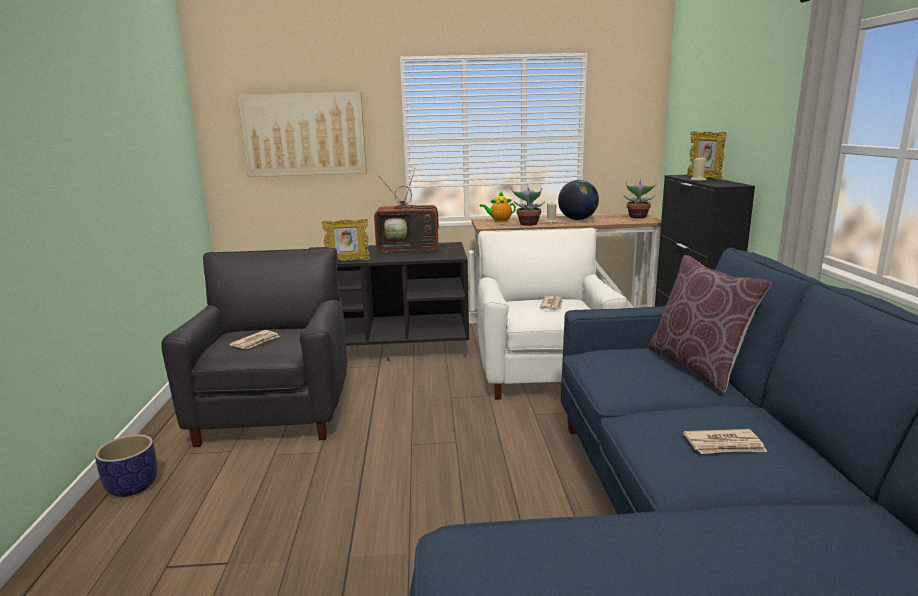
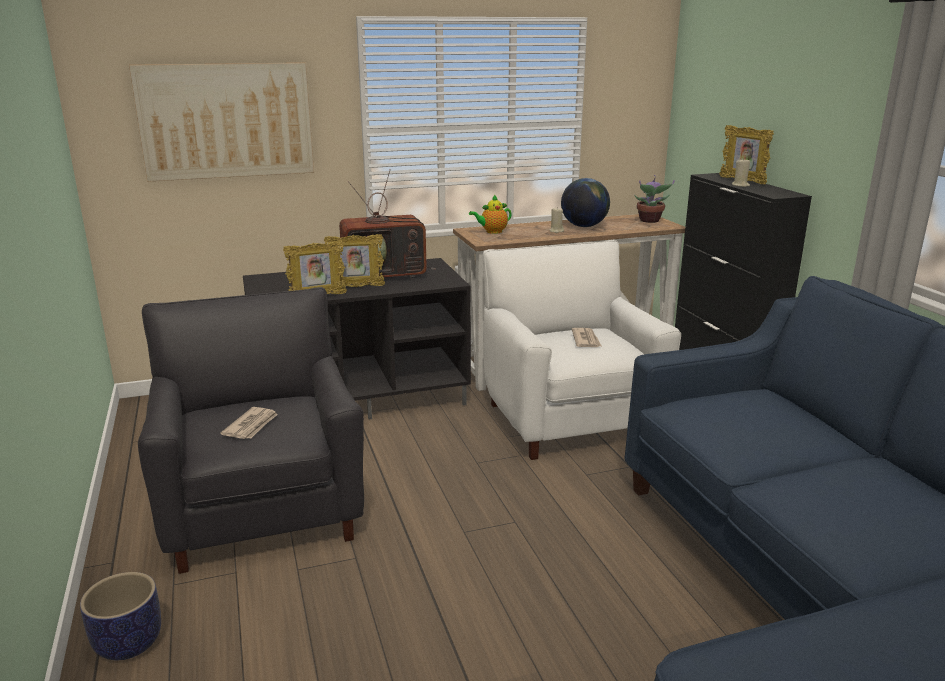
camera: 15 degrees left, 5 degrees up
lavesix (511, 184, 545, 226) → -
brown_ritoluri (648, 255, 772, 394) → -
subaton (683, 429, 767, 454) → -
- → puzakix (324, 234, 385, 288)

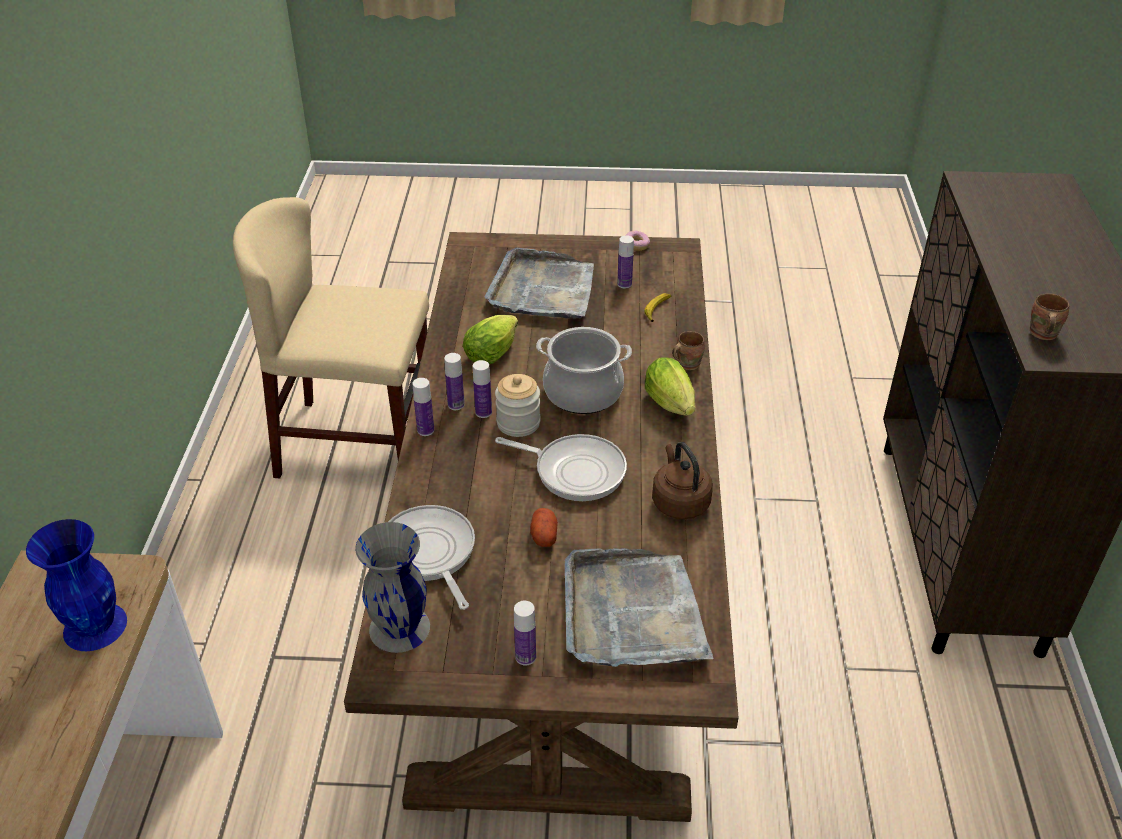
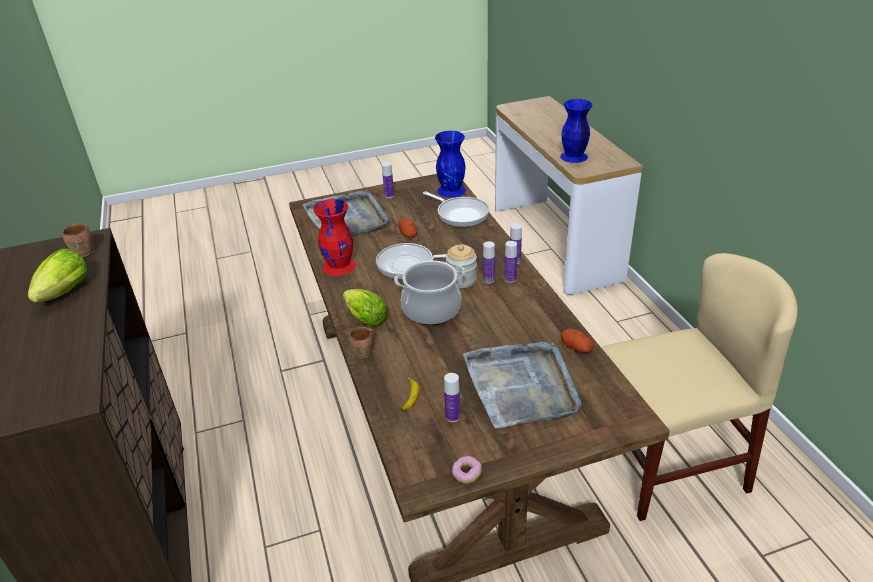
camera: 160 degrees right, 5 degrees down
- → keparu (561, 328, 594, 353)
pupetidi (463, 315, 518, 364) → pupetidi (28, 249, 87, 302), moved
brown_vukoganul (652, 442, 713, 519) → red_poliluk (313, 199, 356, 276)
grey_poliluk (355, 522, 430, 653) → blue_poliluk (435, 131, 466, 198)

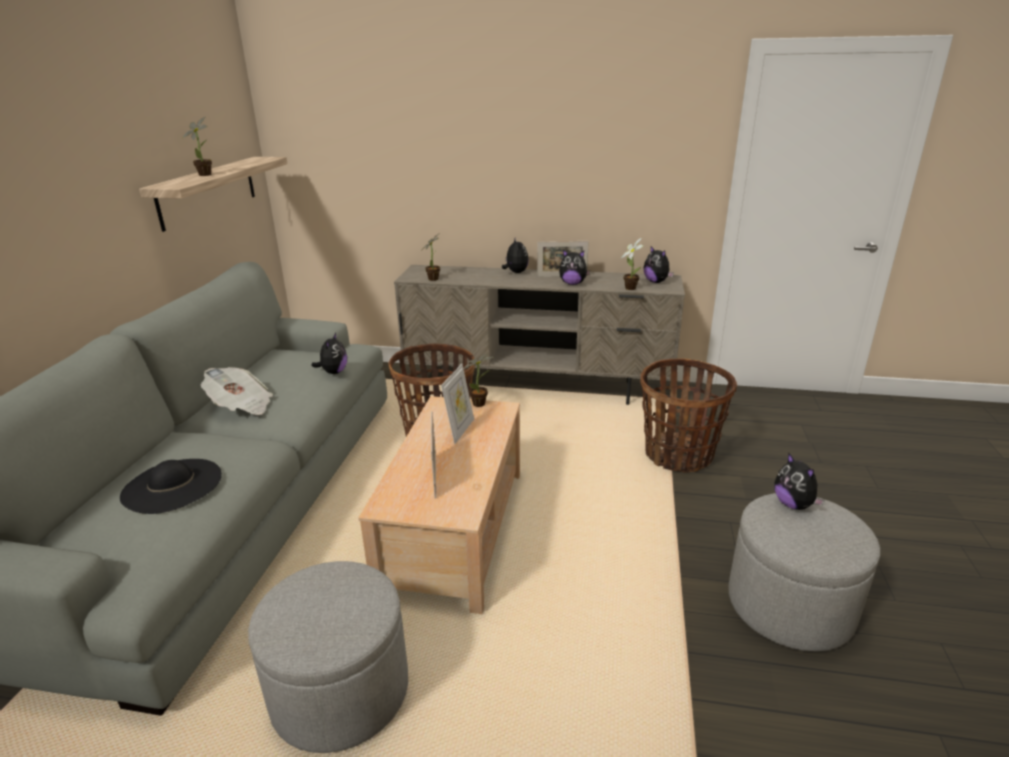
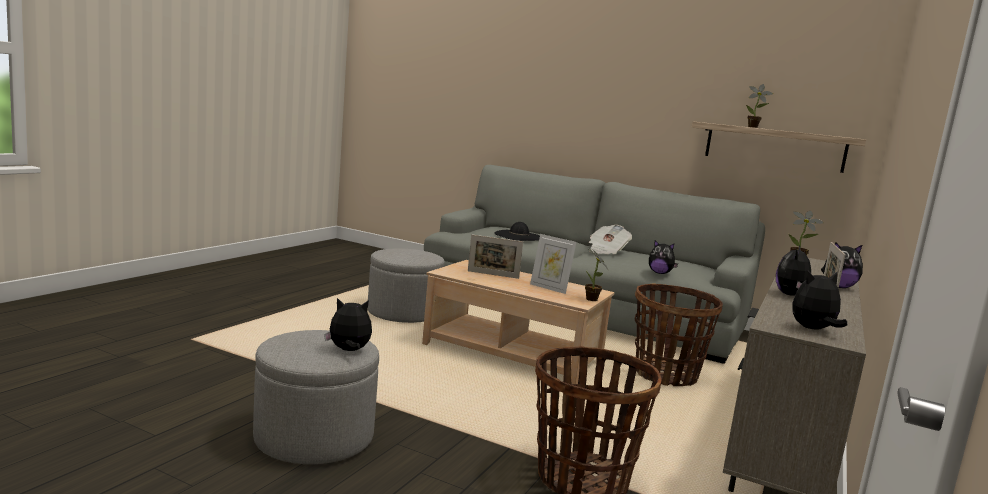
camera: 105 degrees right, 15 degrees down
lavesix (621, 238, 644, 290) → -

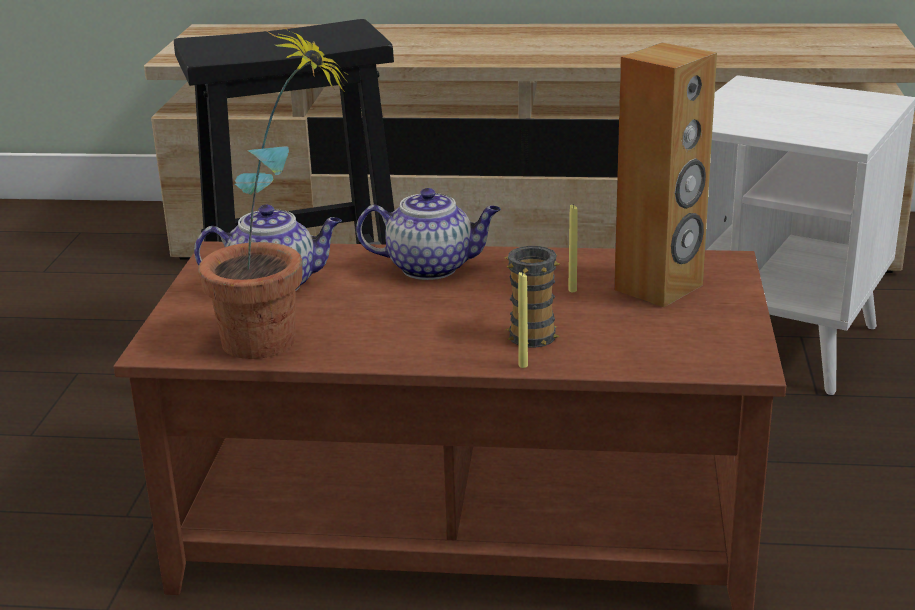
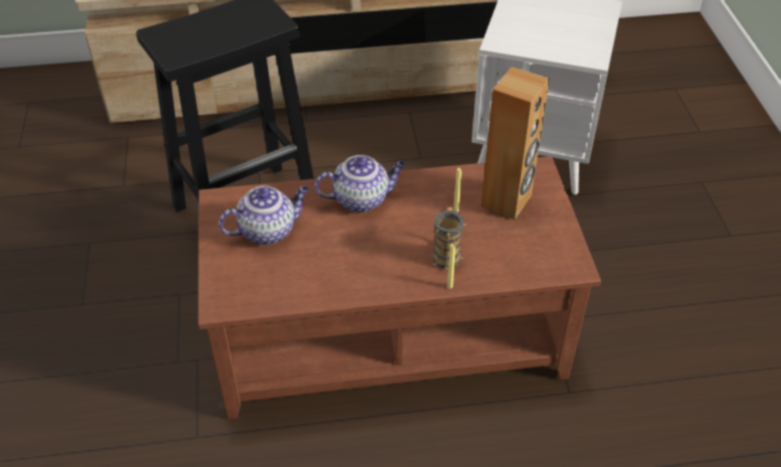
camera: 15 degrees left, 20 degrees up
lavesix (198, 27, 347, 359) → -

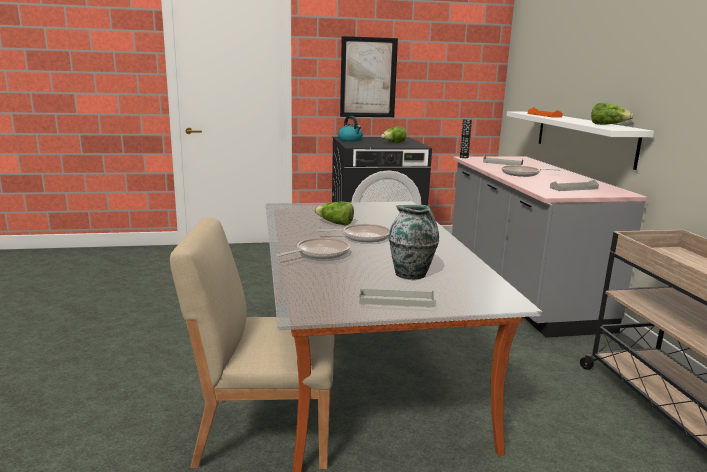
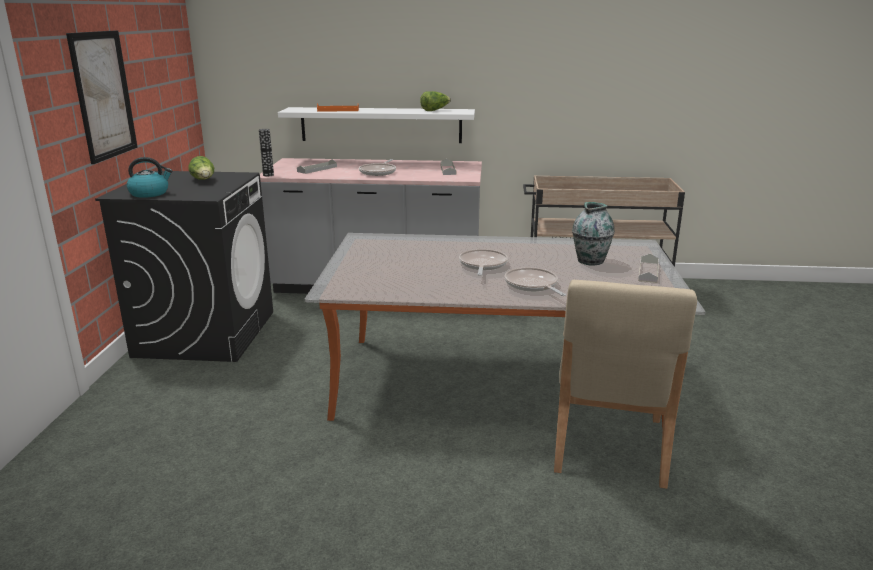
camera: 75 degrees left, 5 degrees up
pupetidi (315, 201, 354, 226) → -

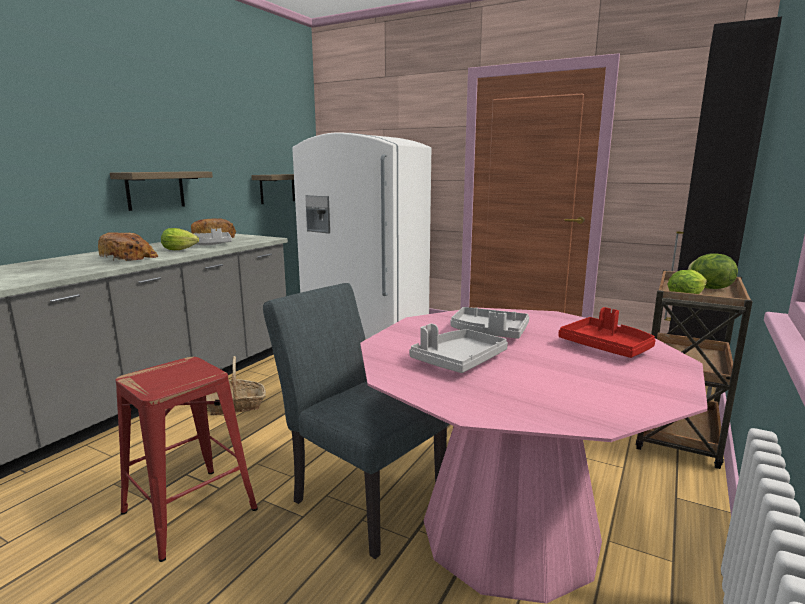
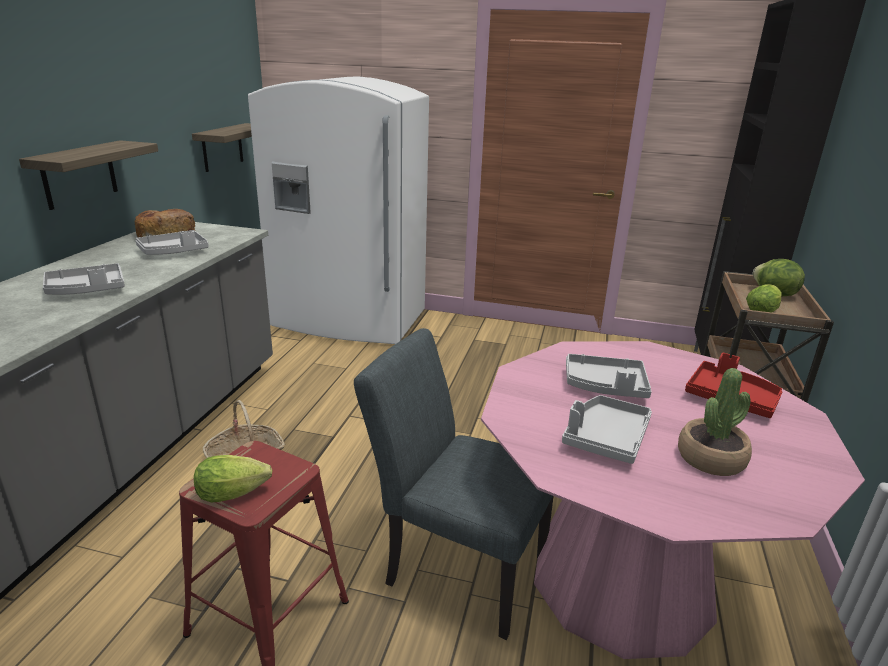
camera: 15 degrees left, 10 degrees up
- → lavesix (678, 368, 752, 476)
pupetidi (161, 228, 199, 250) → pupetidi (194, 455, 273, 503), moved
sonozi (98, 232, 159, 261) → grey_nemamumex (43, 263, 125, 295)

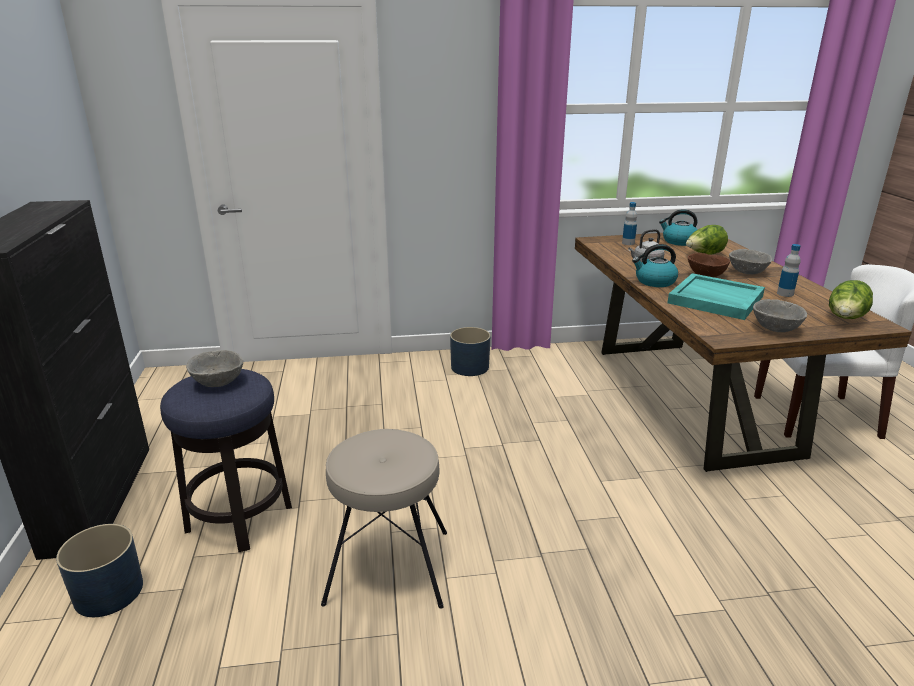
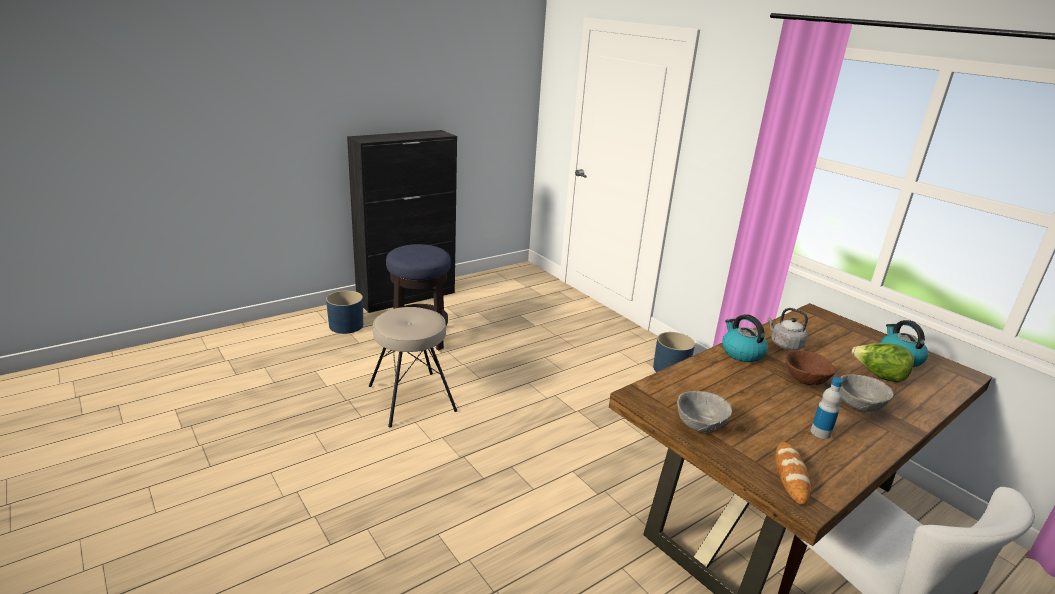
camera: 60 degrees right, 0 degrees up
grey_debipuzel (186, 350, 243, 387) → -
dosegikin (622, 202, 637, 245) → -
turquoise_nemamumex (667, 273, 765, 320) → -
pupetidi (829, 280, 873, 319) → sonozi (776, 442, 811, 505)

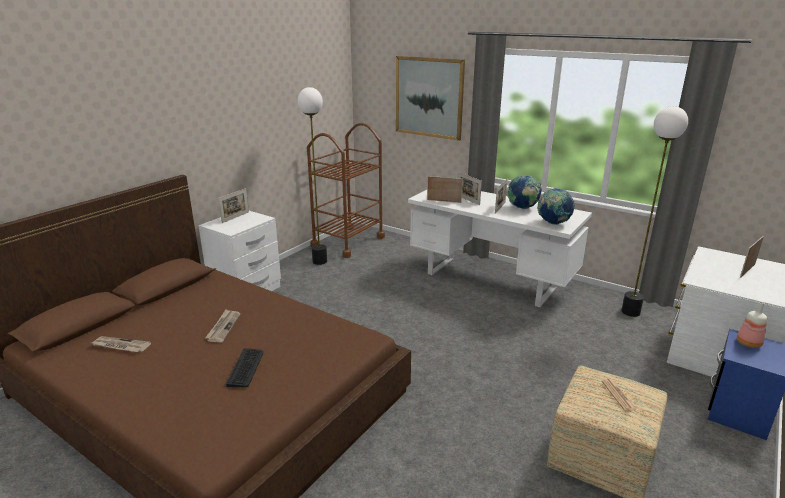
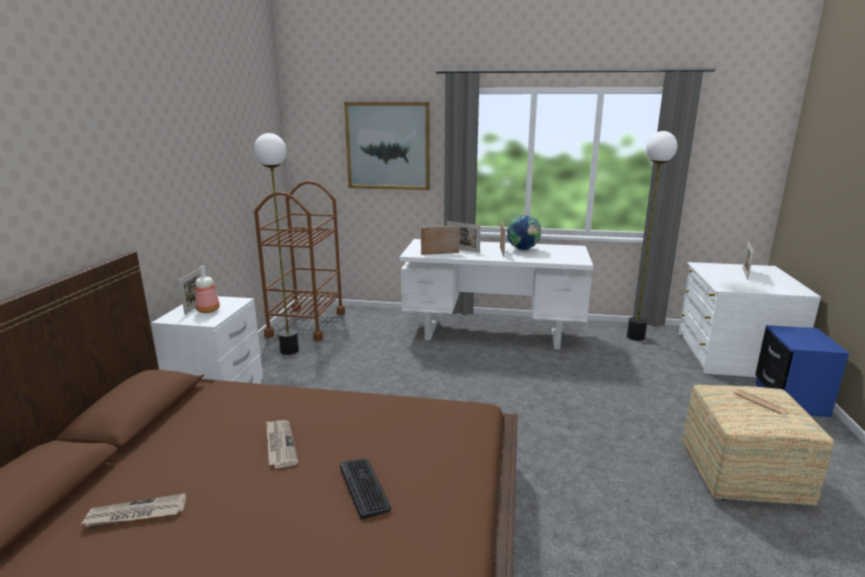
camera: 25 degrees left, 5 degrees down
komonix (537, 188, 574, 225) → -
dosegikin (737, 302, 767, 348) → dosegikin (195, 266, 220, 313), moved

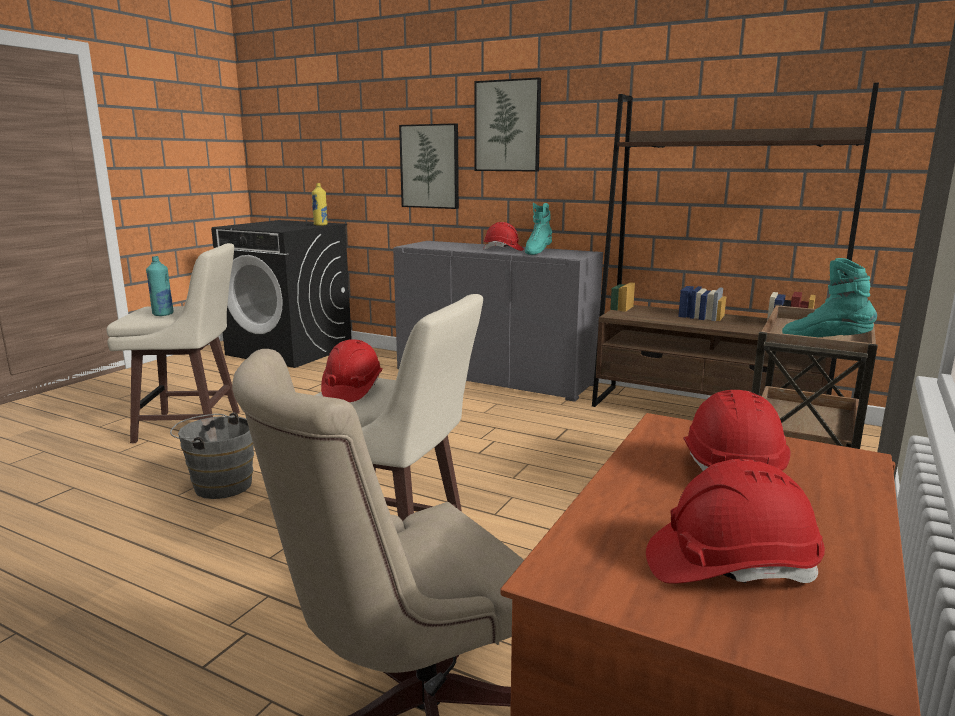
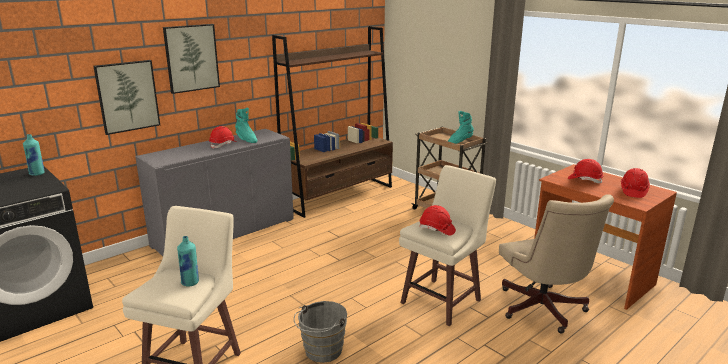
camera: 70 degrees left, 5 degrees up
yellow_dosegikin (312, 183, 328, 226) → turquoise_dosegikin (23, 134, 45, 176)

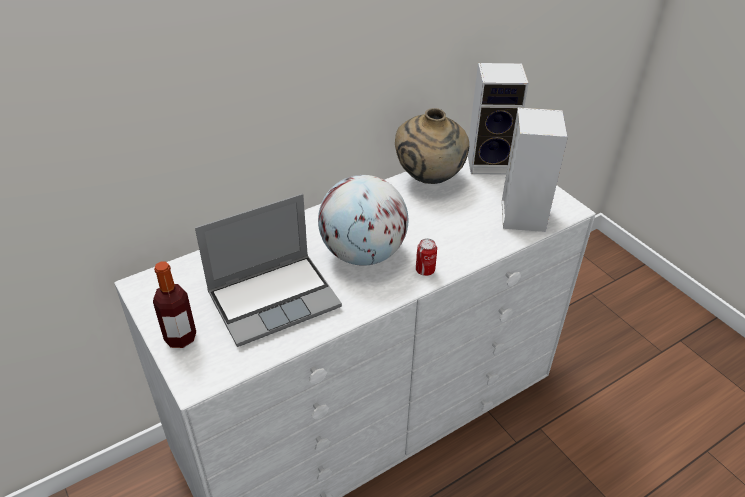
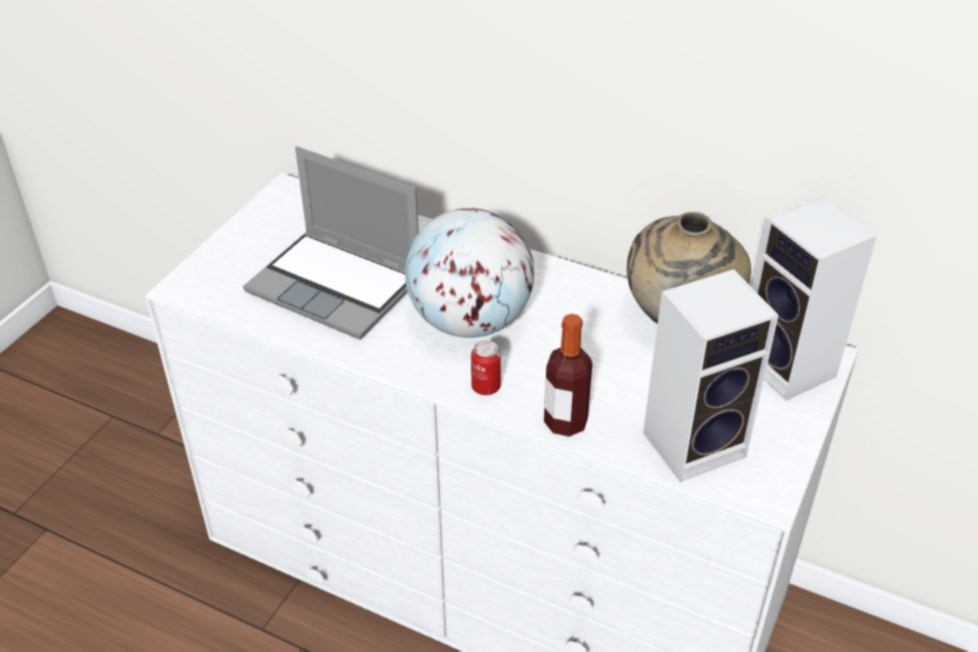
camera: 60 degrees right, 0 degrees up
dosegikin (153, 261, 196, 348) → dosegikin (544, 314, 593, 437), moved

